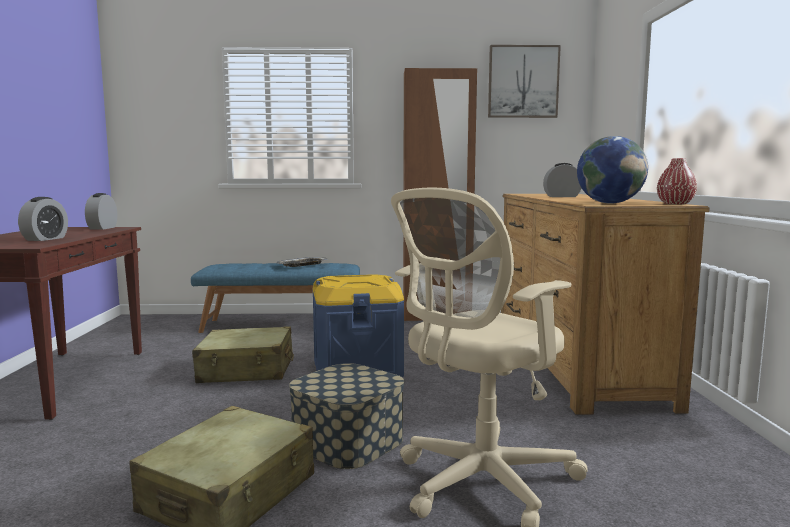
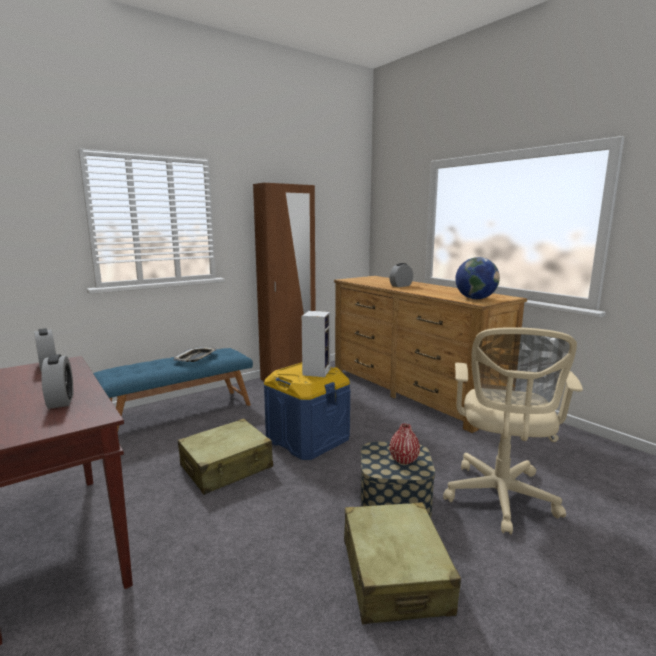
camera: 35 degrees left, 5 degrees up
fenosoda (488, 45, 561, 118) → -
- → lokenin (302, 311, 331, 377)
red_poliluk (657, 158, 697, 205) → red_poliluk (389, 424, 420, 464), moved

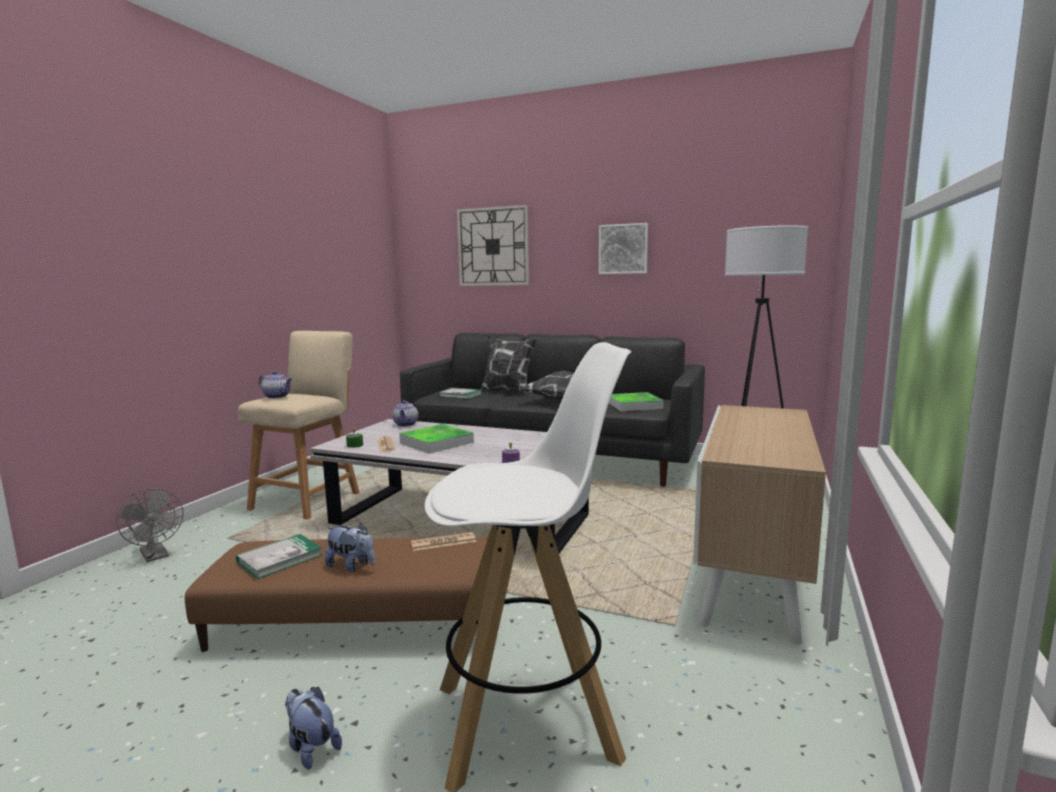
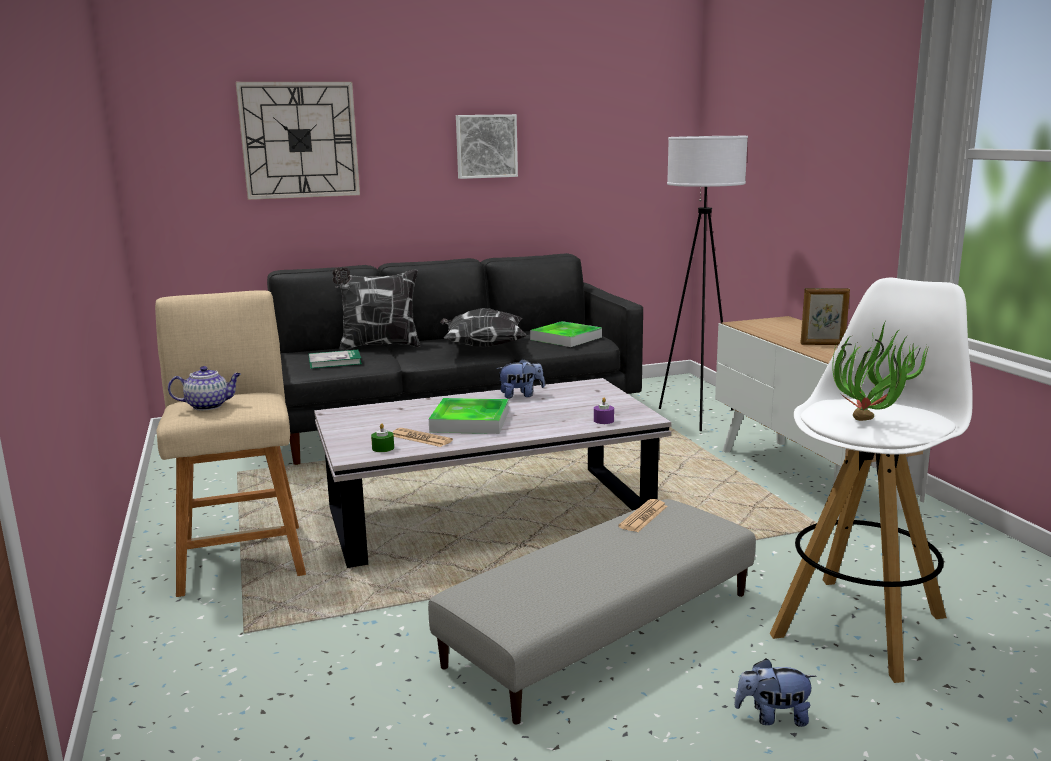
camera: 40 degrees left, 5 degrees up
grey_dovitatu (116, 488, 184, 562) → -
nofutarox (236, 534, 323, 579) → -
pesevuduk (392, 400, 418, 427) → -
- → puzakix (800, 288, 850, 345)
- → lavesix (832, 321, 930, 421)
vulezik (325, 523, 375, 572) → vulezik (496, 359, 545, 398), moved
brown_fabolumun (185, 537, 488, 652) → grey_fabolumun (428, 499, 756, 724)

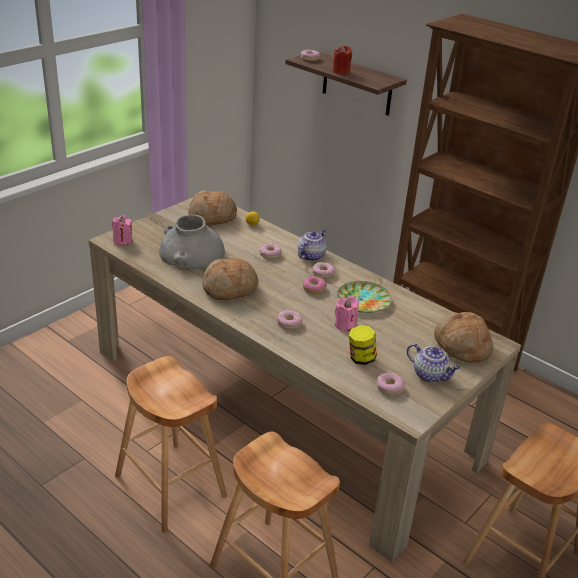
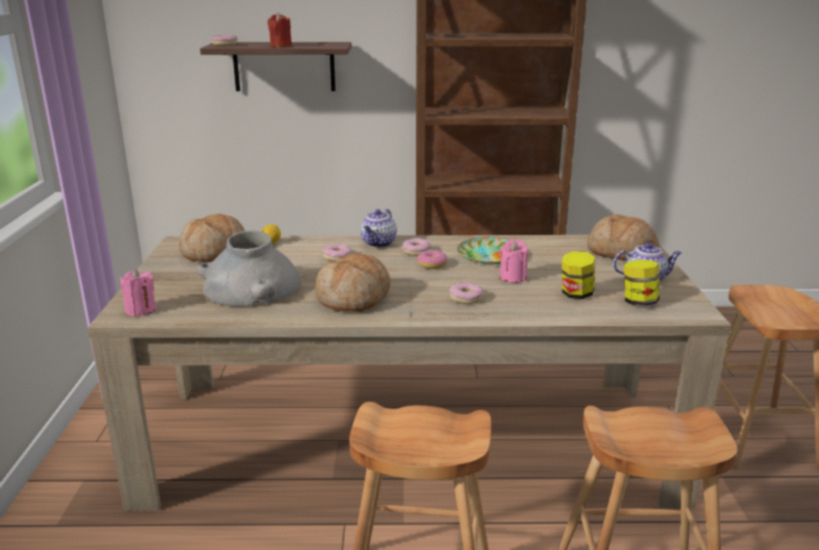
camera: 40 degrees left, 10 degrees down
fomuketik (376, 372, 405, 395) → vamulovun (624, 260, 659, 306)
pesevuduk (298, 229, 327, 261) → pesevuduk (360, 209, 397, 248), 150 degrees counterclockwise

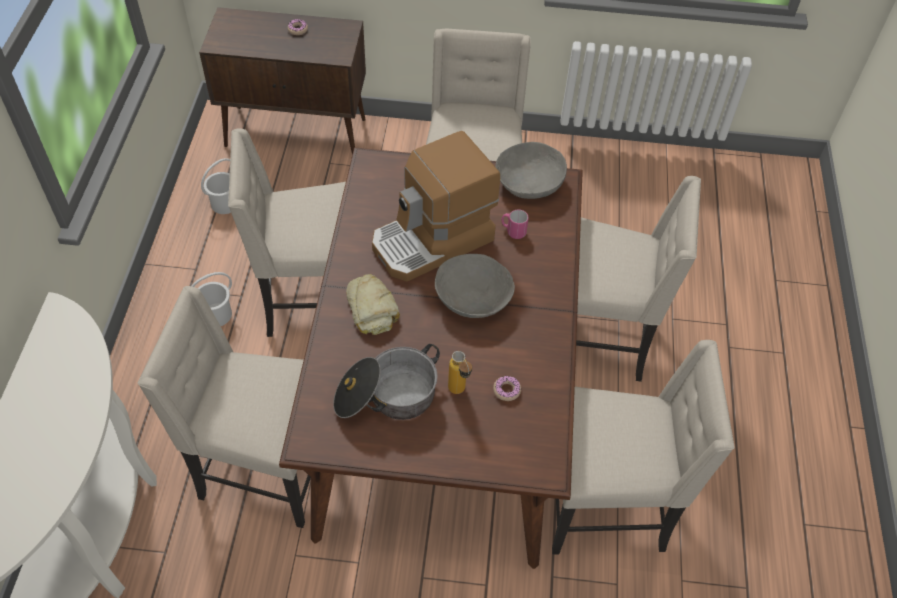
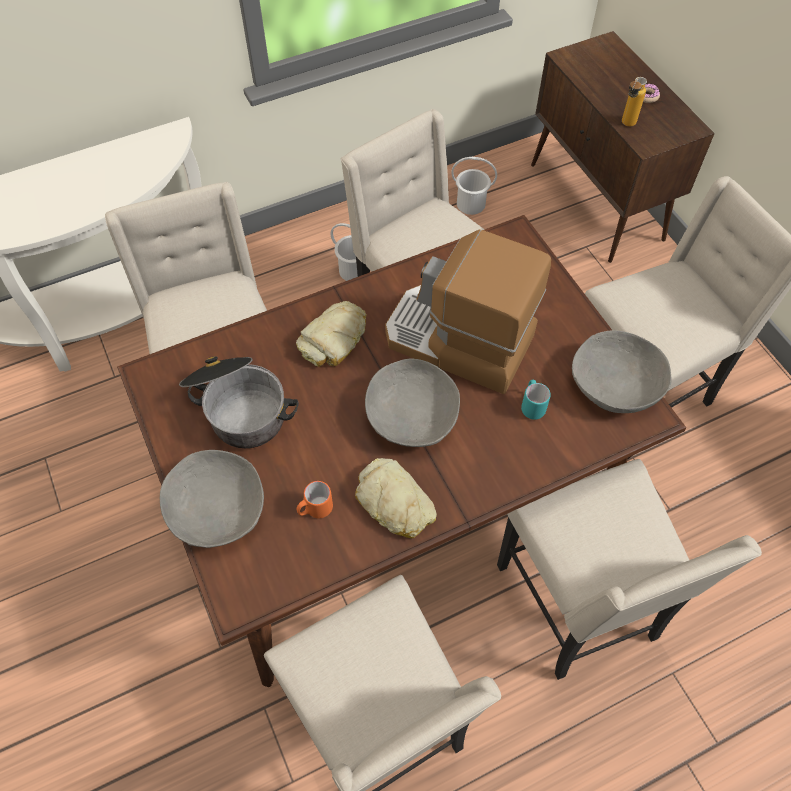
camera: 60 degrees right, 5 degrees up
- → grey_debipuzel (160, 450, 264, 548)
- → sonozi (355, 458, 437, 538)
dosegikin (448, 351, 472, 394) → dosegikin (622, 77, 647, 127), moved
fomuketik (493, 376, 521, 401) → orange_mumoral (297, 481, 333, 518)
pink_mumoral (501, 209, 529, 239) → turquoise_mumoral (521, 380, 551, 420)

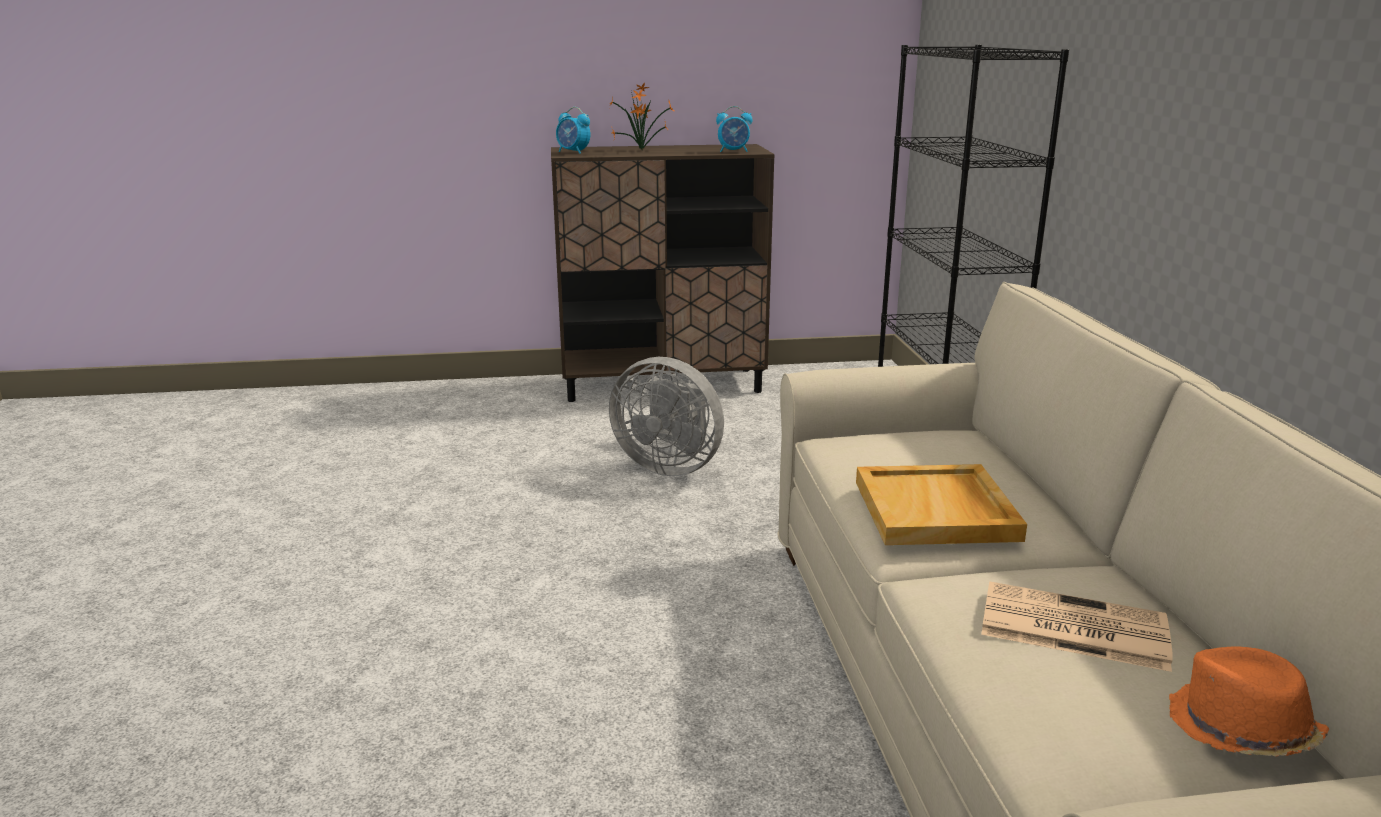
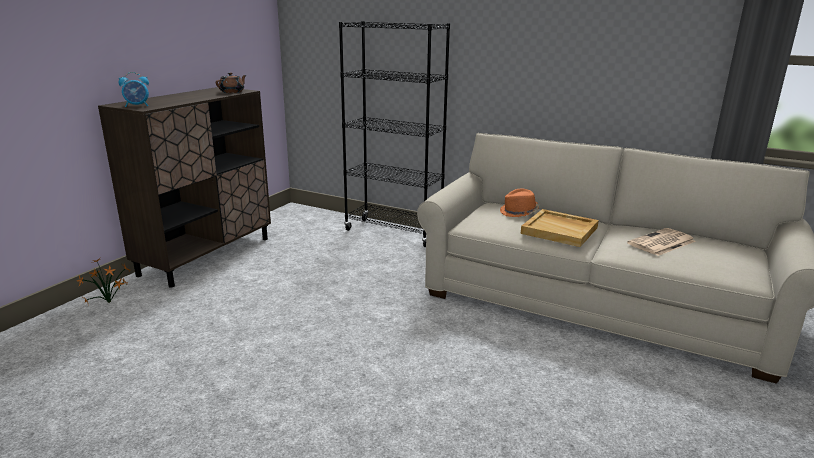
camera: 55 degrees left, 0 degrees up
grey_dovitatu (609, 357, 724, 476) → -
lavesix (609, 83, 674, 150) → lavesix (77, 258, 130, 303), moved
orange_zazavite (1169, 646, 1329, 756) → orange_zazavite (500, 188, 539, 217), moved
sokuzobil (716, 106, 753, 152) → brown_pesevuduk (216, 72, 246, 93)

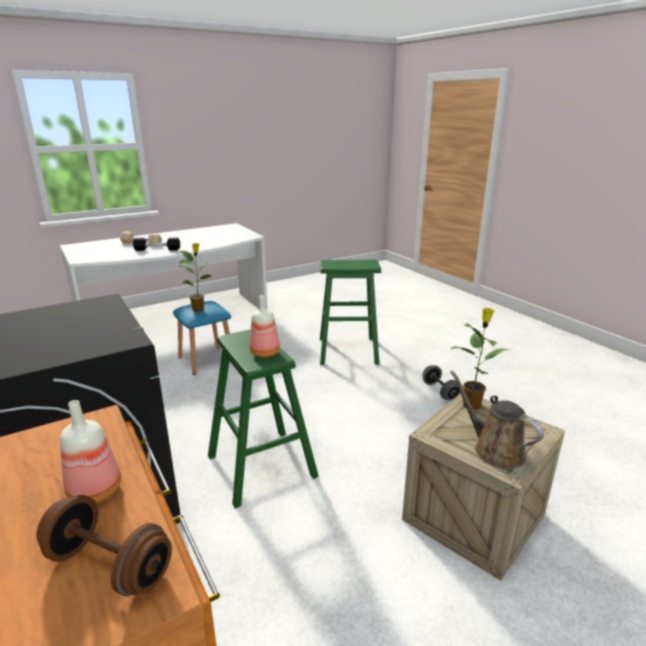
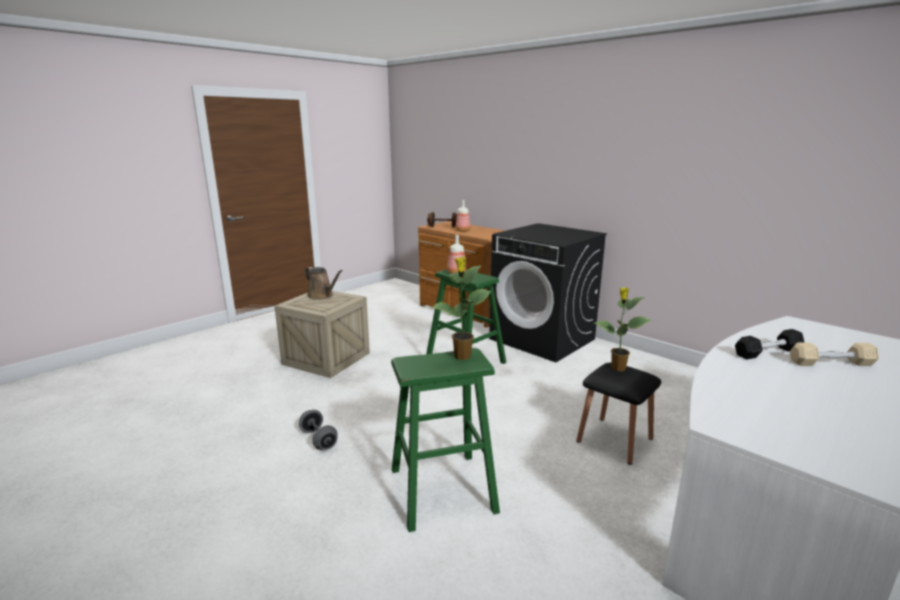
camera: 165 degrees right, 5 degrees down
lavesix (451, 308, 510, 410) → lavesix (431, 257, 491, 360), moved
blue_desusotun (173, 301, 231, 375) → black_desusotun (576, 362, 661, 465)

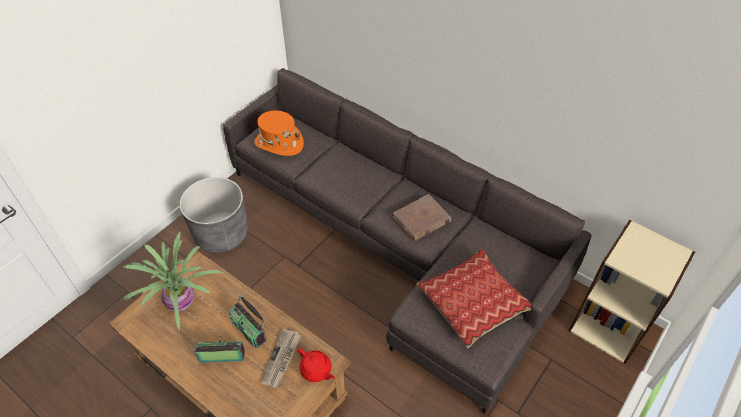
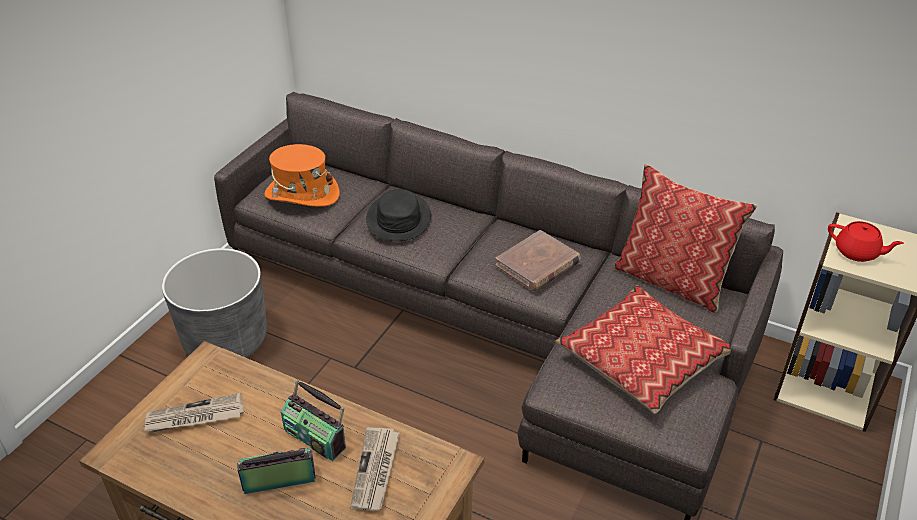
camera: 10 degrees left, 10 degrees down
- → black_zazavite (366, 189, 431, 241)
- → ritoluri (613, 163, 758, 314)
red_pesevuduk (298, 348, 335, 382) → red_pesevuduk (828, 221, 904, 262), moved
lavesix (122, 232, 223, 331) → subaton (144, 393, 244, 433)

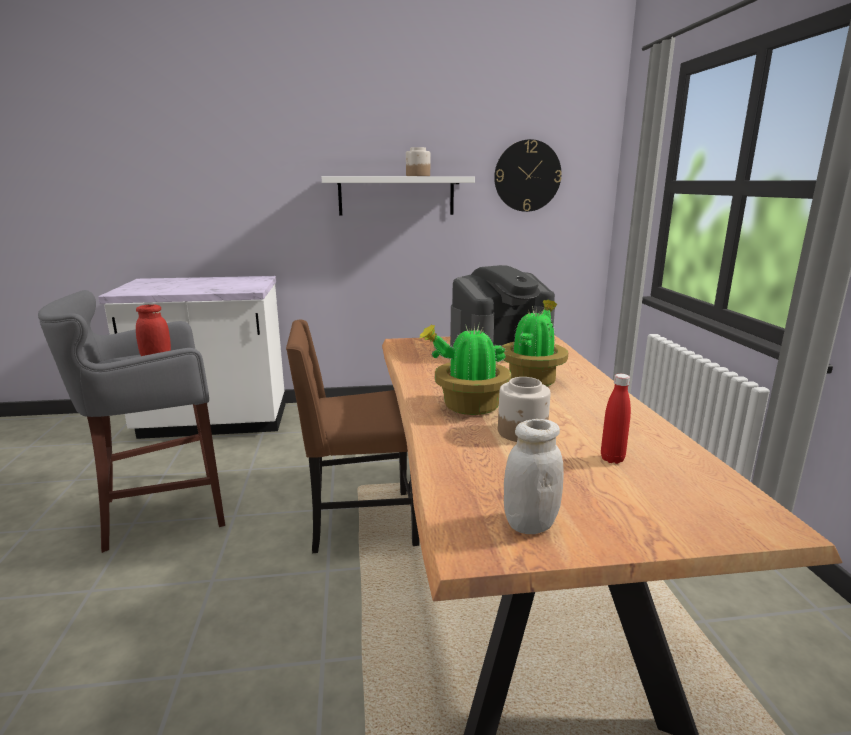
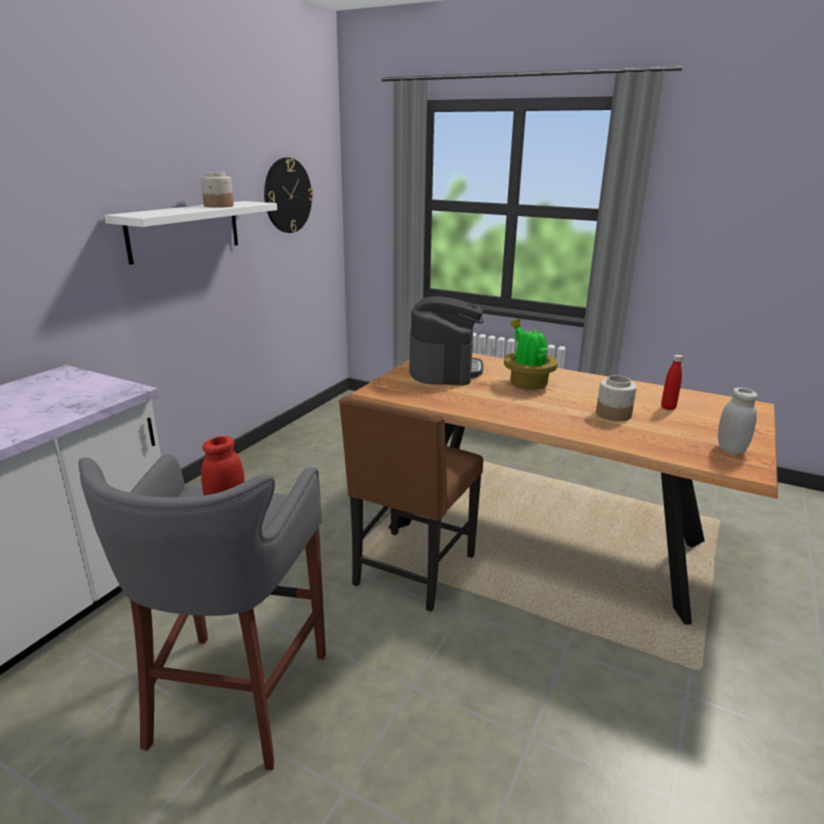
camera: 55 degrees left, 5 degrees up
lavesix (420, 324, 511, 415) → -

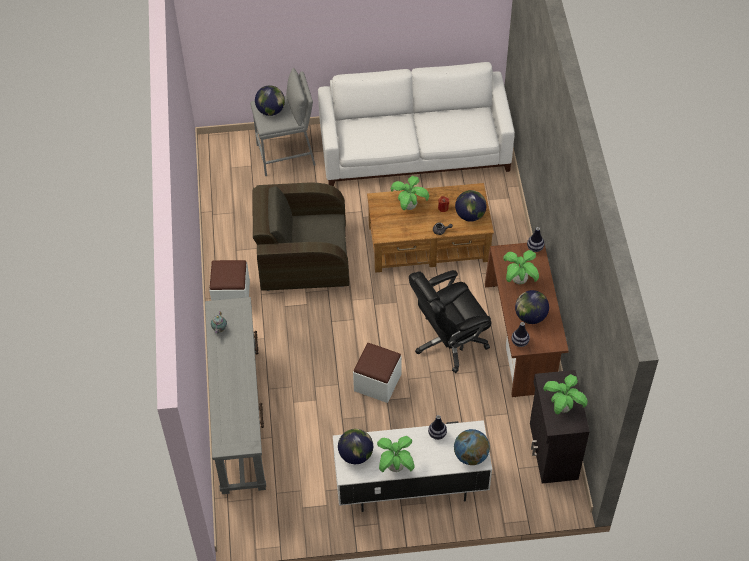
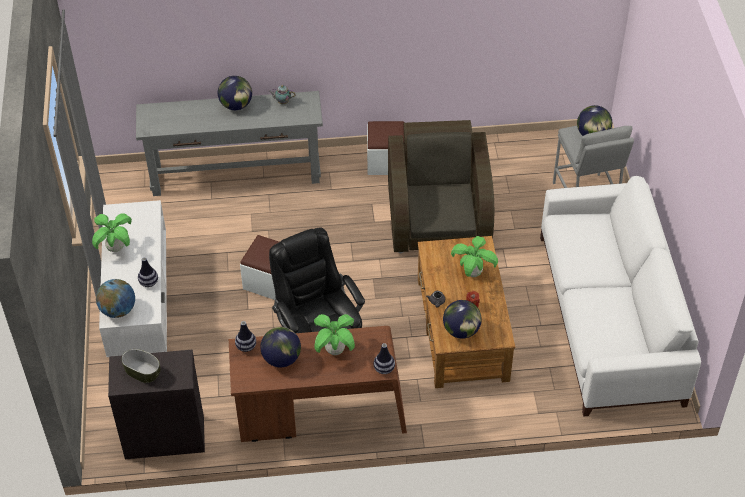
camera: 90 degrees right, 5 degrees down
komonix (338, 429, 373, 464) → komonix (218, 76, 252, 110), moved
lavesix (543, 374, 588, 414) → debipuzel (122, 349, 161, 383)

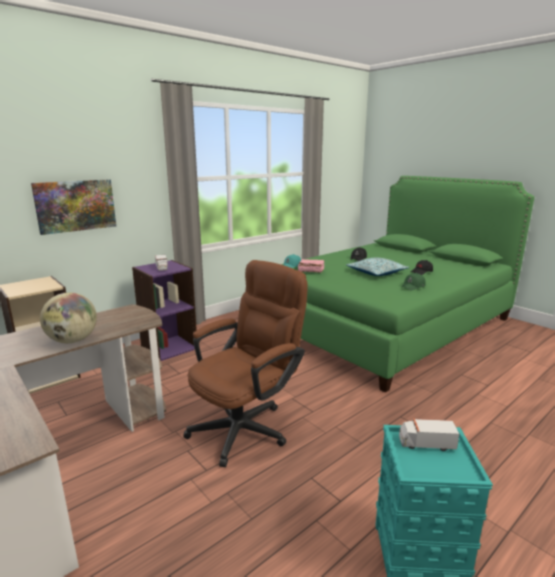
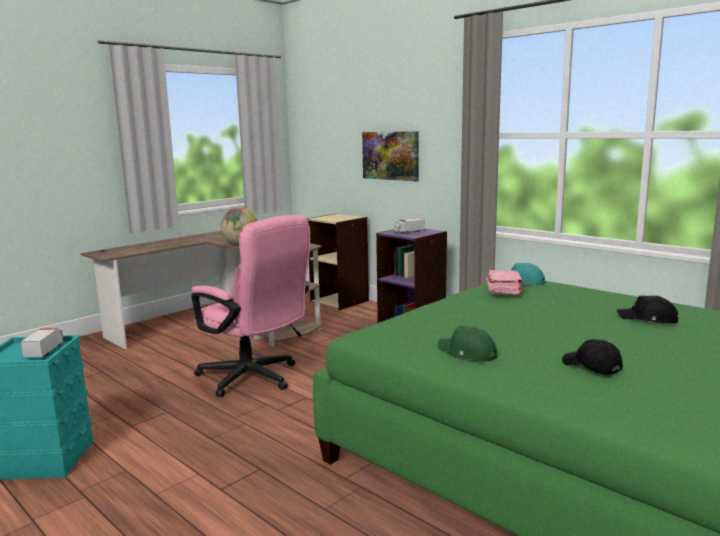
camera: 85 degrees right, 5 degrees down
ritoluri (346, 258, 409, 276) → -
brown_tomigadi (183, 260, 308, 467) → pink_tomigadi (191, 215, 310, 397)

